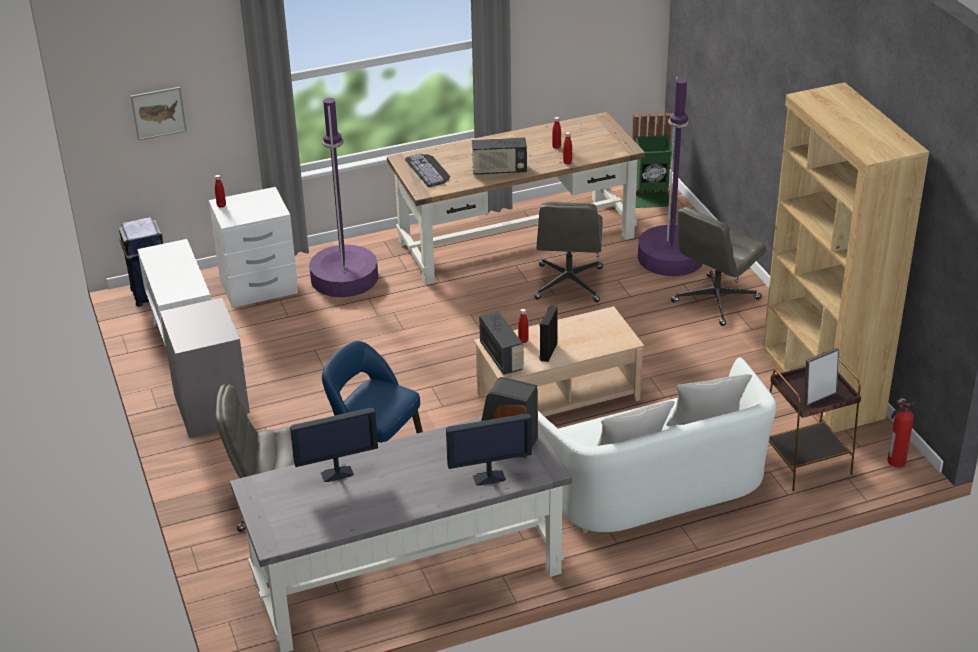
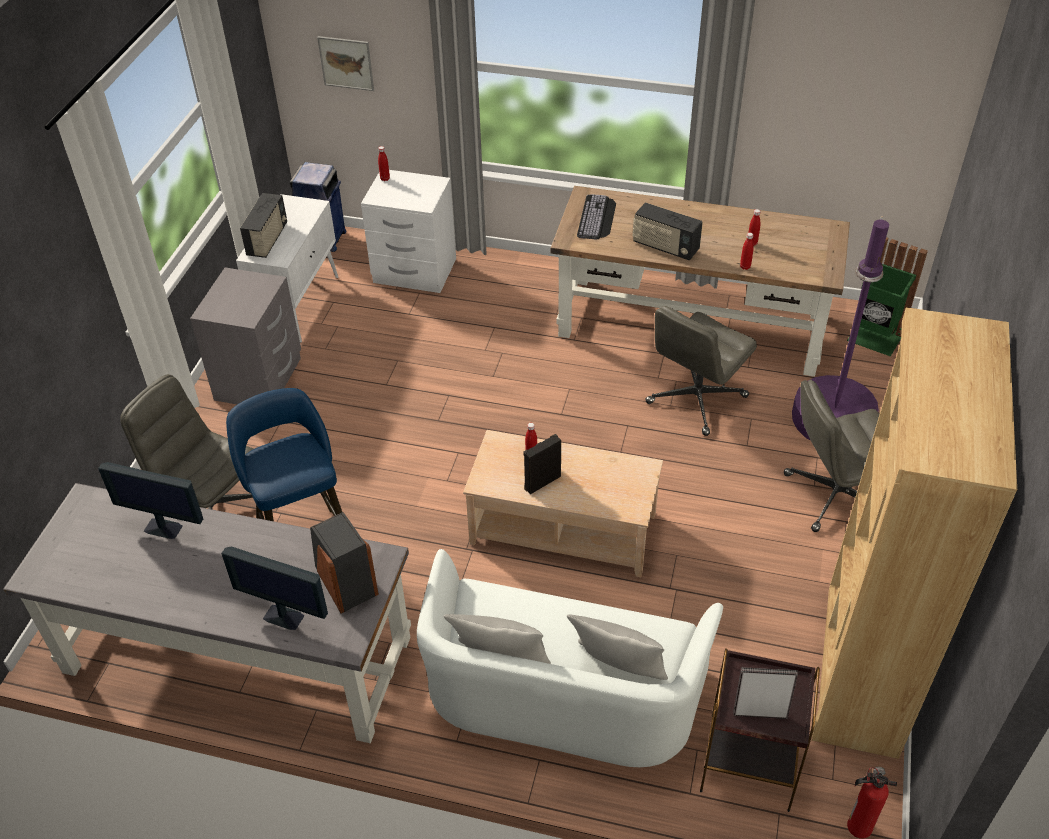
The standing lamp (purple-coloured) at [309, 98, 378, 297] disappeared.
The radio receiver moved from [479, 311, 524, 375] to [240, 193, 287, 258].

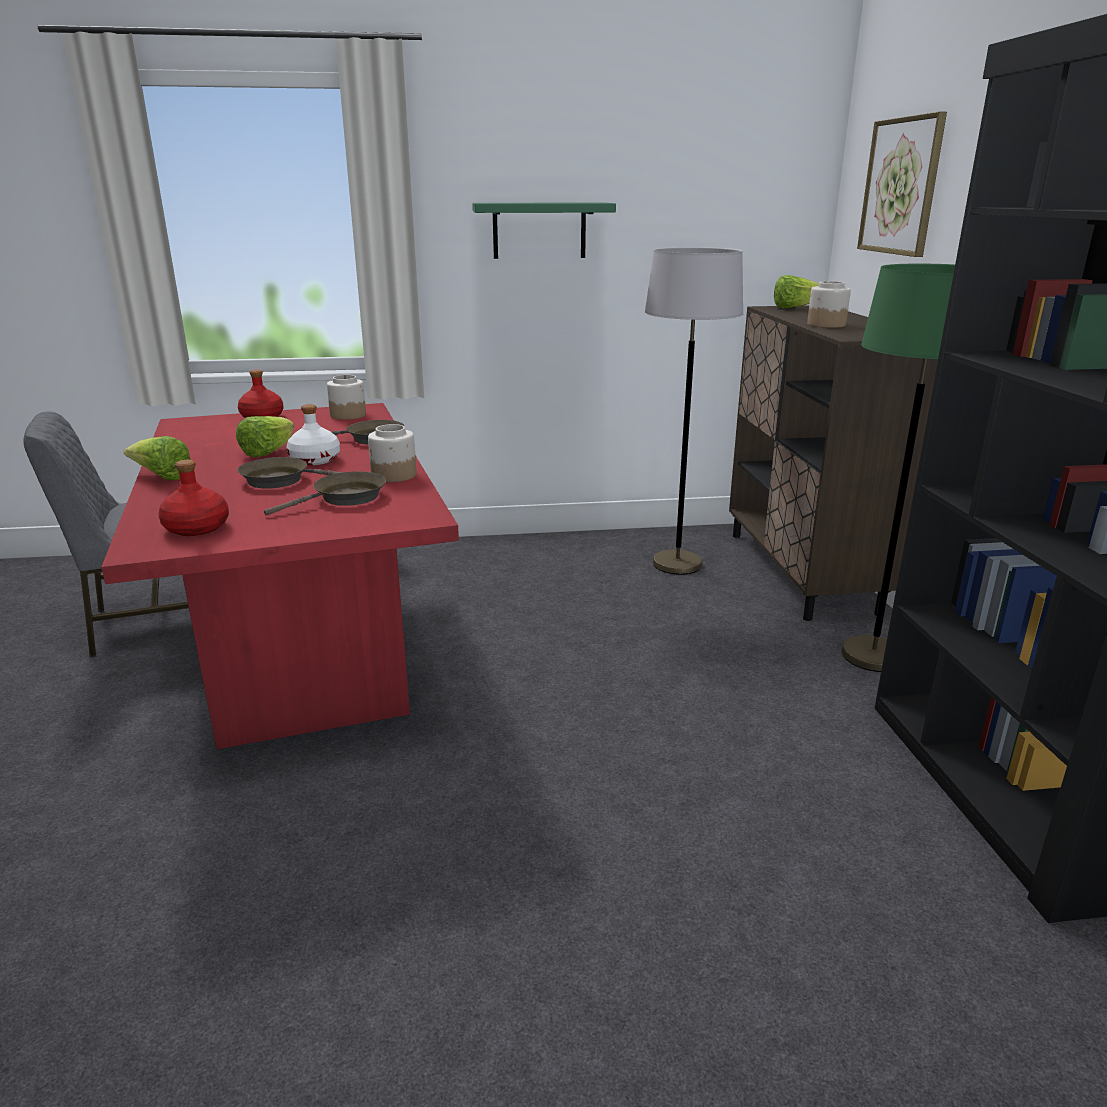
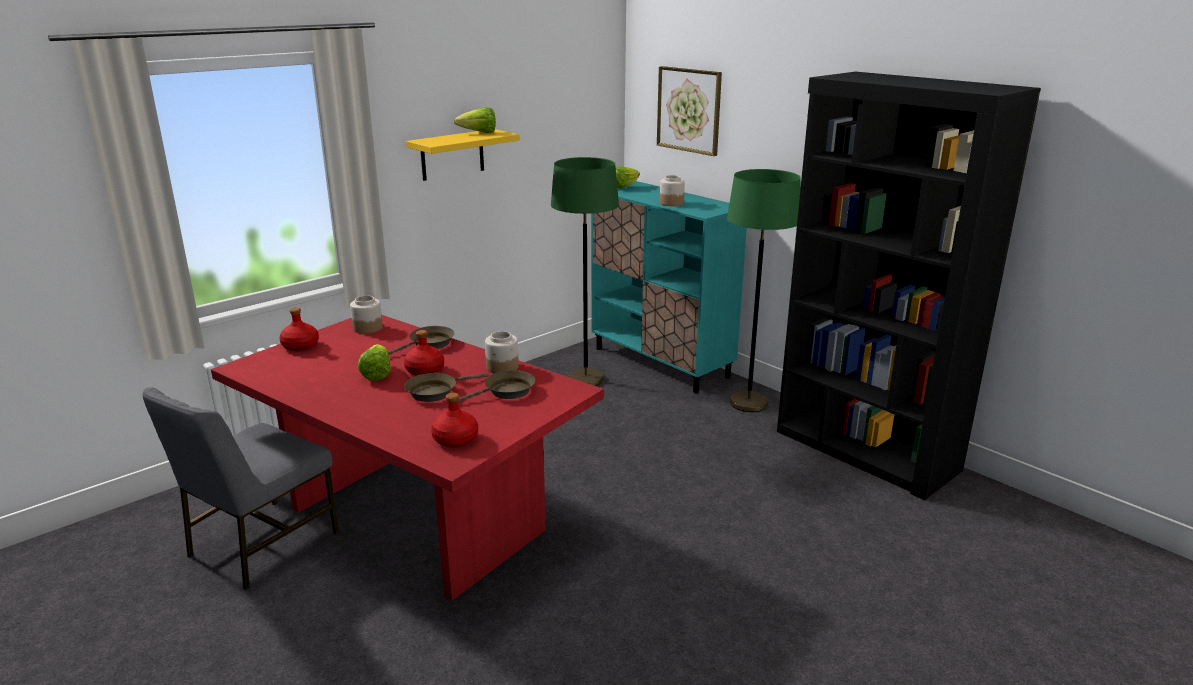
The shelf (greenish) at [472, 202, 616, 259] became the shelf (yellowish) at [406, 129, 520, 181].
The standing lamp (grey) at [645, 247, 743, 575] became the standing lamp (greenish) at [551, 157, 619, 386].
The storage cabinet (brown) at [729, 305, 938, 621] became the storage cabinet (blue-green) at [591, 181, 747, 393].
The drink bottle (white-coloured) at [286, 404, 340, 465] became the drink bottle (red-coloured) at [404, 330, 444, 376].
The head of lettuce moved from [124, 436, 191, 480] to [454, 107, 496, 133].
The frying pan (brown) at [264, 471, 386, 515] turned 45 degrees clockwise.

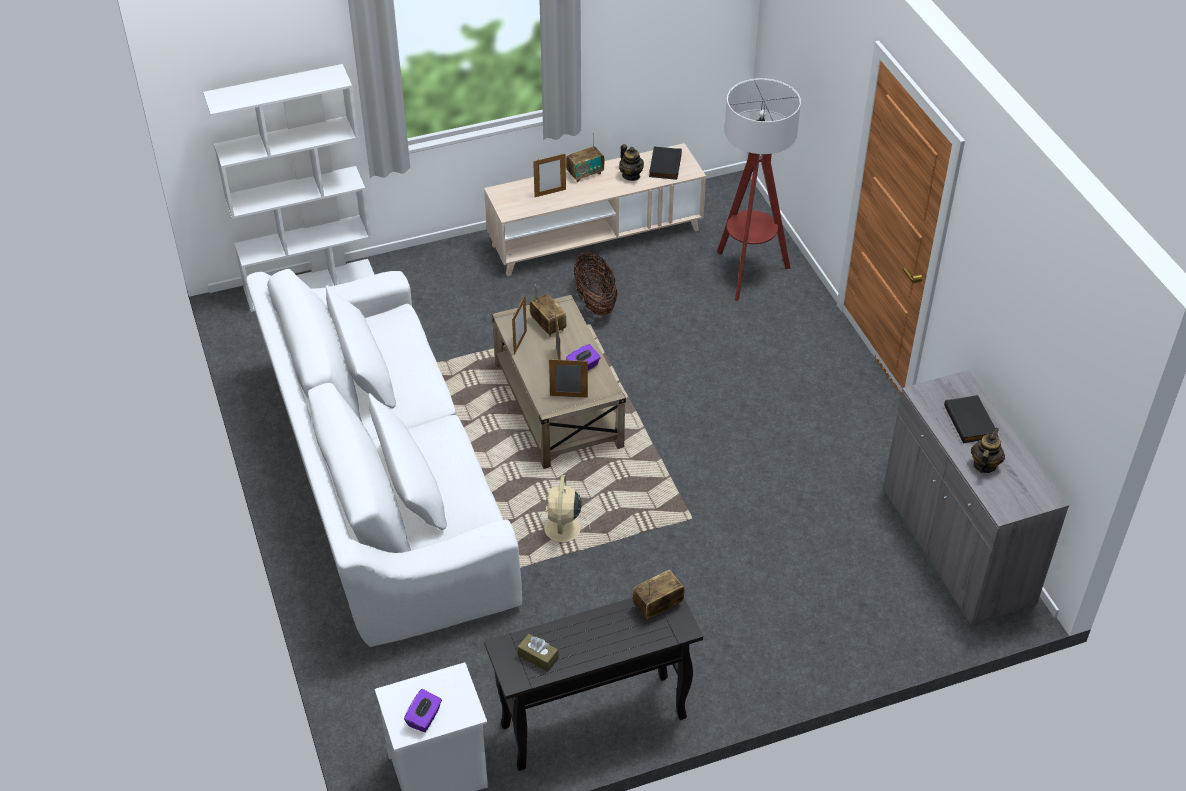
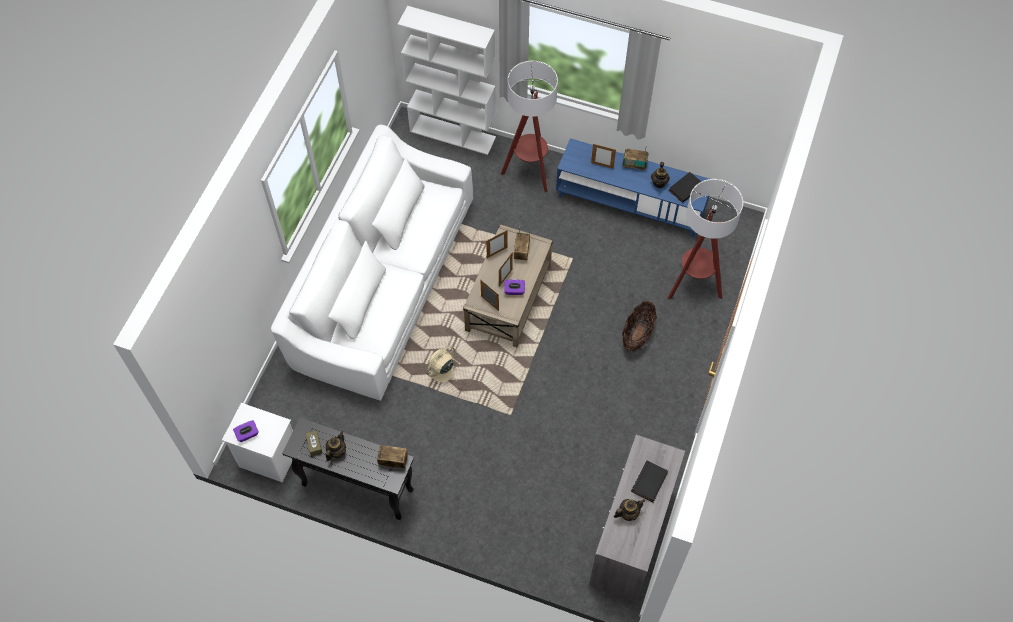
The media console (beige) at [484, 143, 706, 276] became the media console (bluish) at [556, 138, 709, 237].
The household basket moved from [574, 252, 618, 316] to [622, 301, 656, 351].
The standing lamp at [501, 61, 558, 192] appeared.
The teapot at [325, 431, 346, 462] appeared.

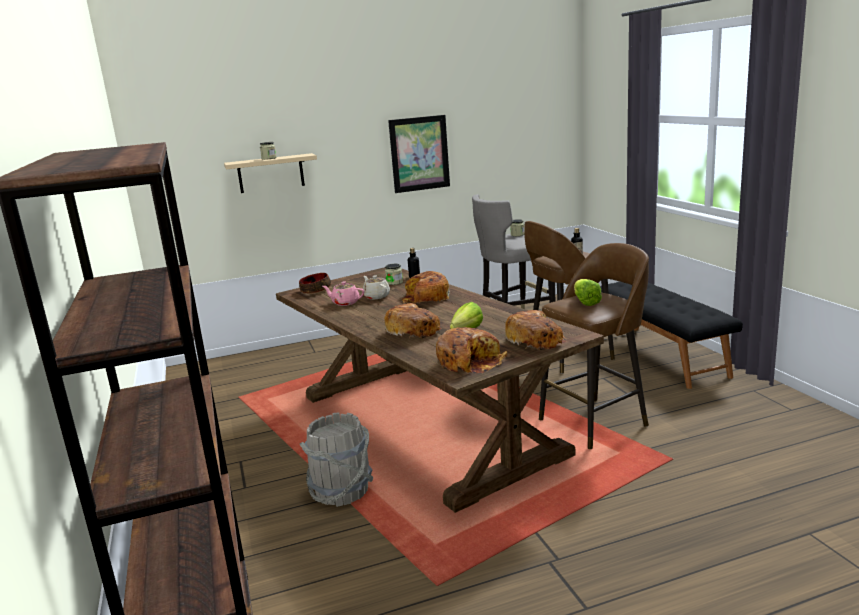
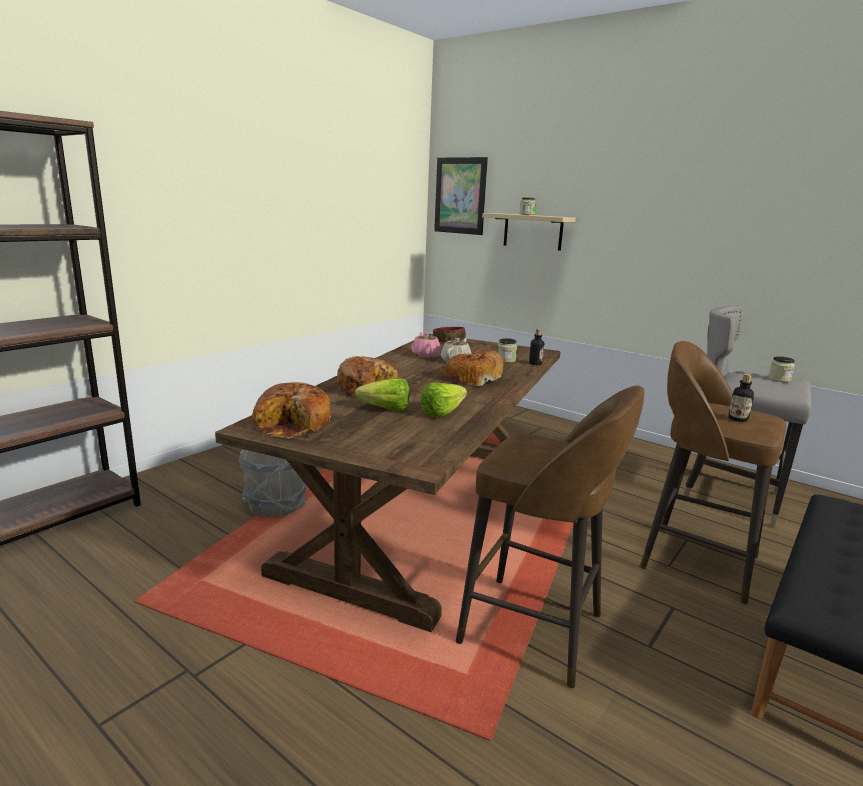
The wall picture moved from [388, 115, 450, 193] to [434, 157, 488, 235].
The head of lettuce moved from [574, 279, 602, 306] to [420, 383, 467, 417].
The bread at [505, 310, 566, 350] disappeared.

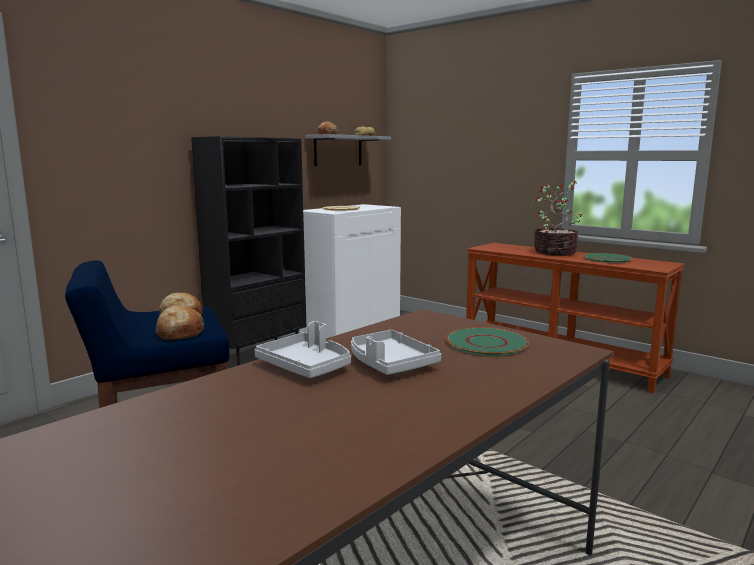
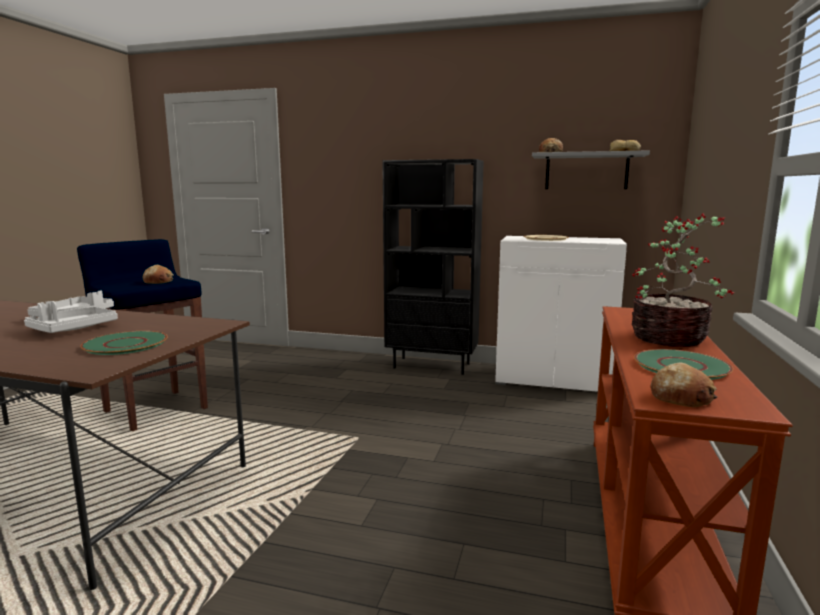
The bread moved from [156, 305, 205, 340] to [651, 363, 717, 407].

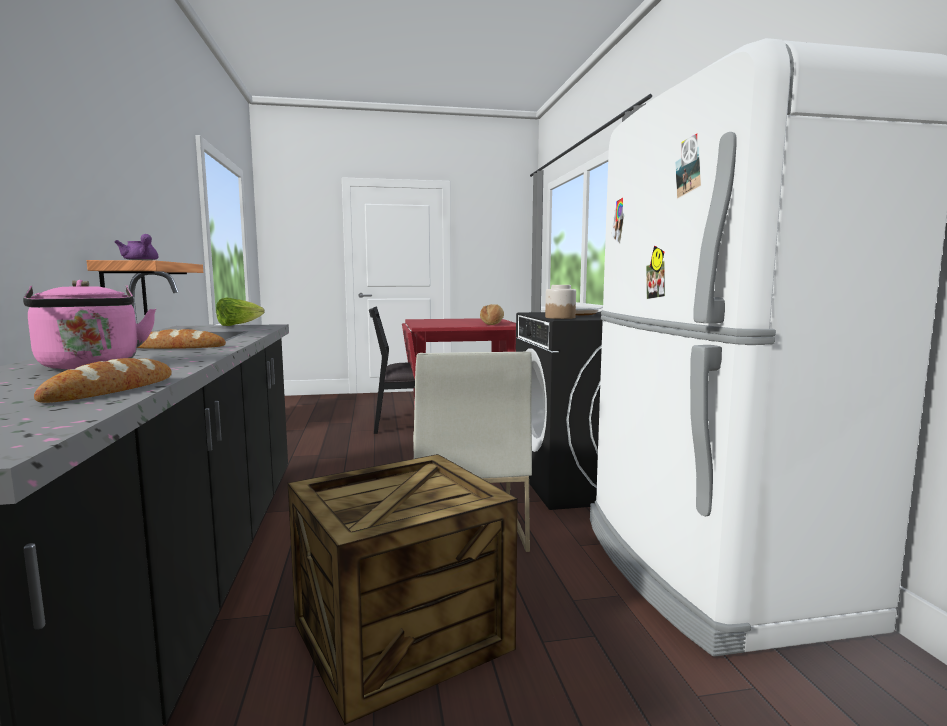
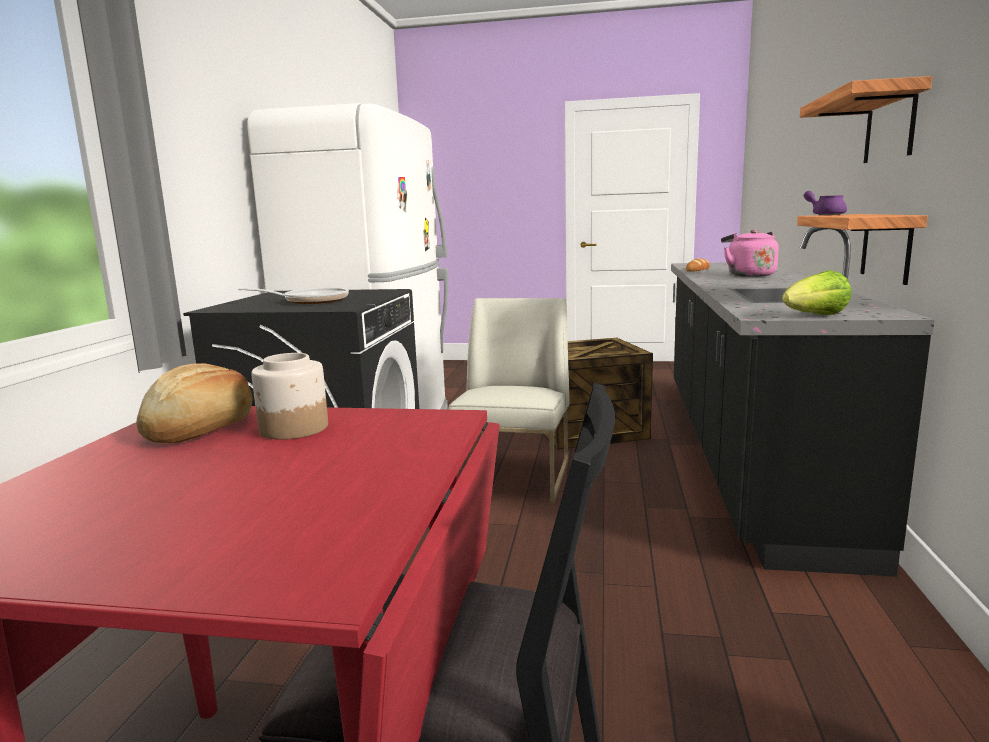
The preserve jar moved from [545, 285, 576, 319] to [251, 353, 328, 440].
The bread at [137, 329, 226, 349] disappeared.
The shelf at [800, 76, 932, 163] appeared.

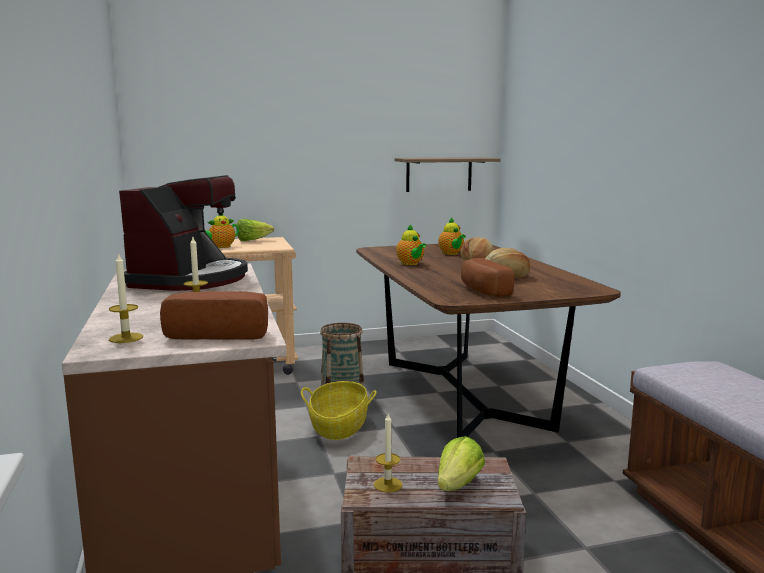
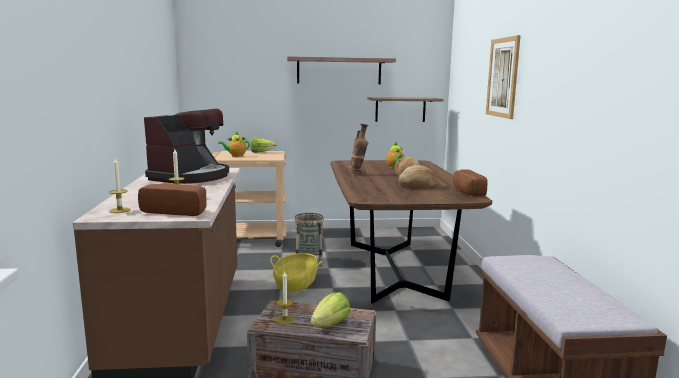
The teapot at [396, 224, 426, 265] was replaced by the flower vase at [350, 124, 369, 174].
The bread moved from [461, 258, 514, 297] to [453, 169, 487, 196].
The wall picture at [486, 35, 521, 119] appeared.
The shelf at [287, 56, 396, 85] appeared.

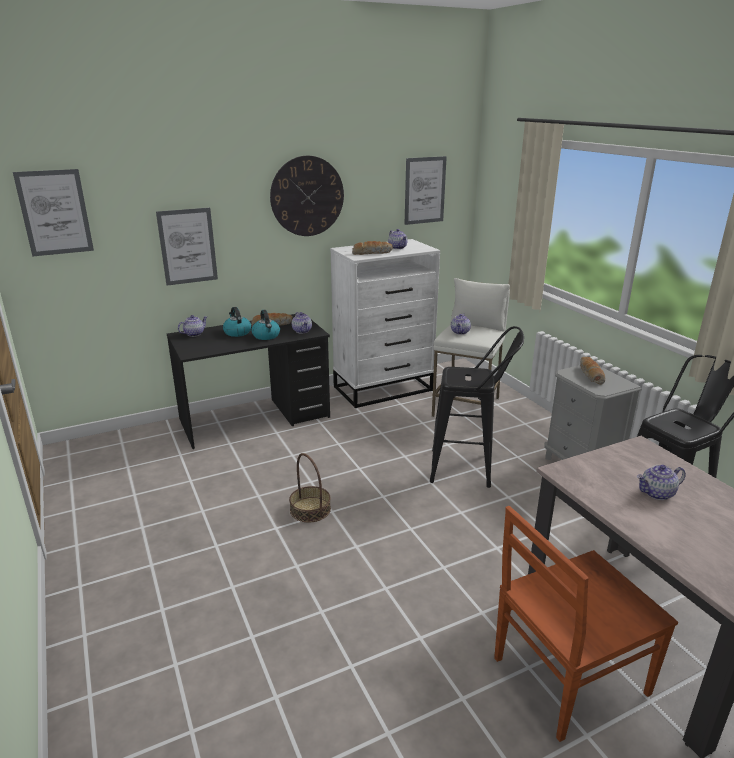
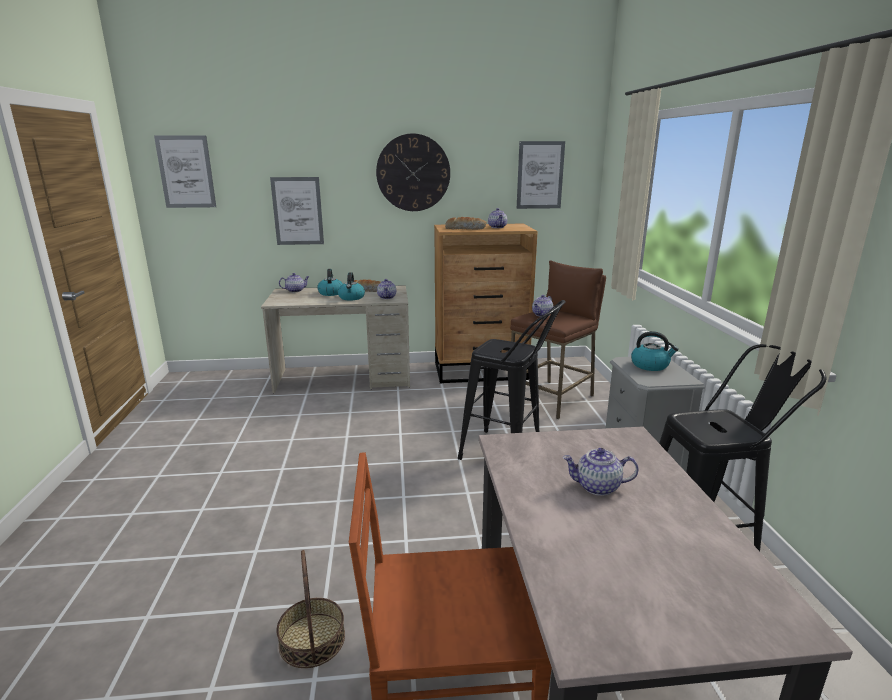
The dresser (white-coloured) at [330, 239, 440, 408] became the dresser (brown) at [434, 224, 537, 384].
The stool seat (white-coloured) at [432, 278, 510, 417] became the stool seat (brown) at [510, 260, 606, 419].
The desk table (black-coloured) at [167, 313, 330, 449] became the desk table (beige) at [261, 285, 410, 393].
The bread at [580, 357, 605, 385] was replaced by the tea kettle at [631, 331, 679, 371].
The household basket moved from [289, 453, 331, 523] to [276, 550, 345, 668].

